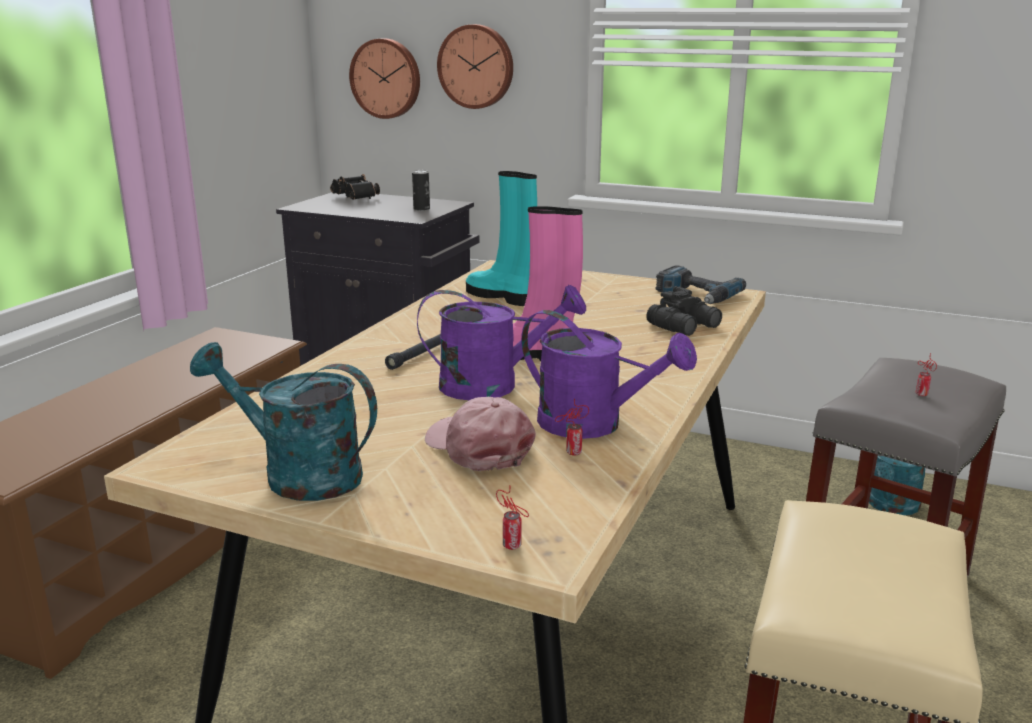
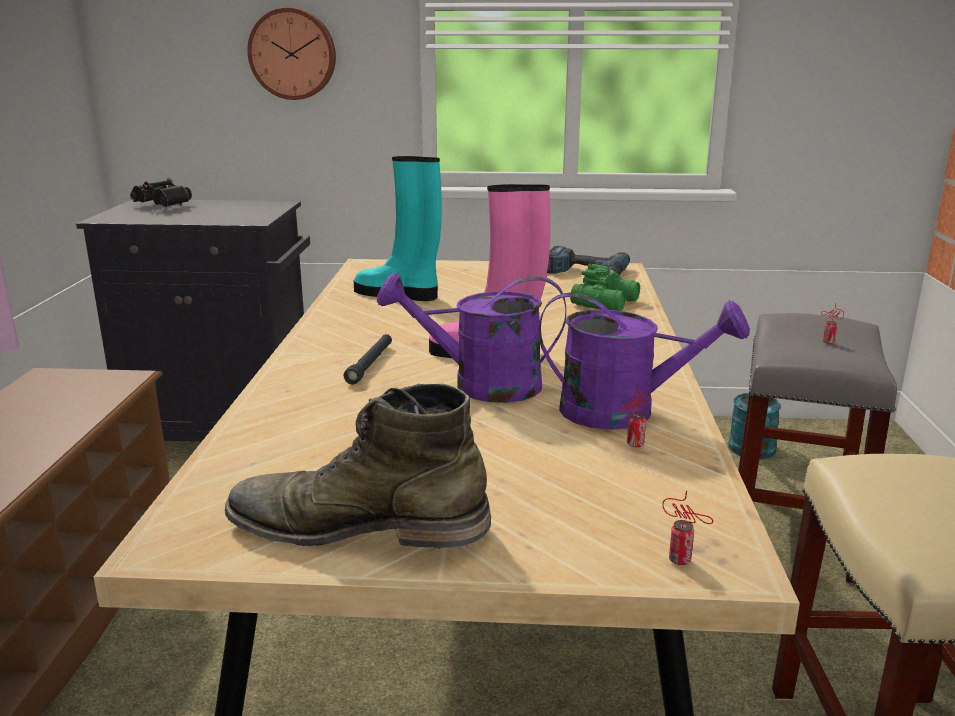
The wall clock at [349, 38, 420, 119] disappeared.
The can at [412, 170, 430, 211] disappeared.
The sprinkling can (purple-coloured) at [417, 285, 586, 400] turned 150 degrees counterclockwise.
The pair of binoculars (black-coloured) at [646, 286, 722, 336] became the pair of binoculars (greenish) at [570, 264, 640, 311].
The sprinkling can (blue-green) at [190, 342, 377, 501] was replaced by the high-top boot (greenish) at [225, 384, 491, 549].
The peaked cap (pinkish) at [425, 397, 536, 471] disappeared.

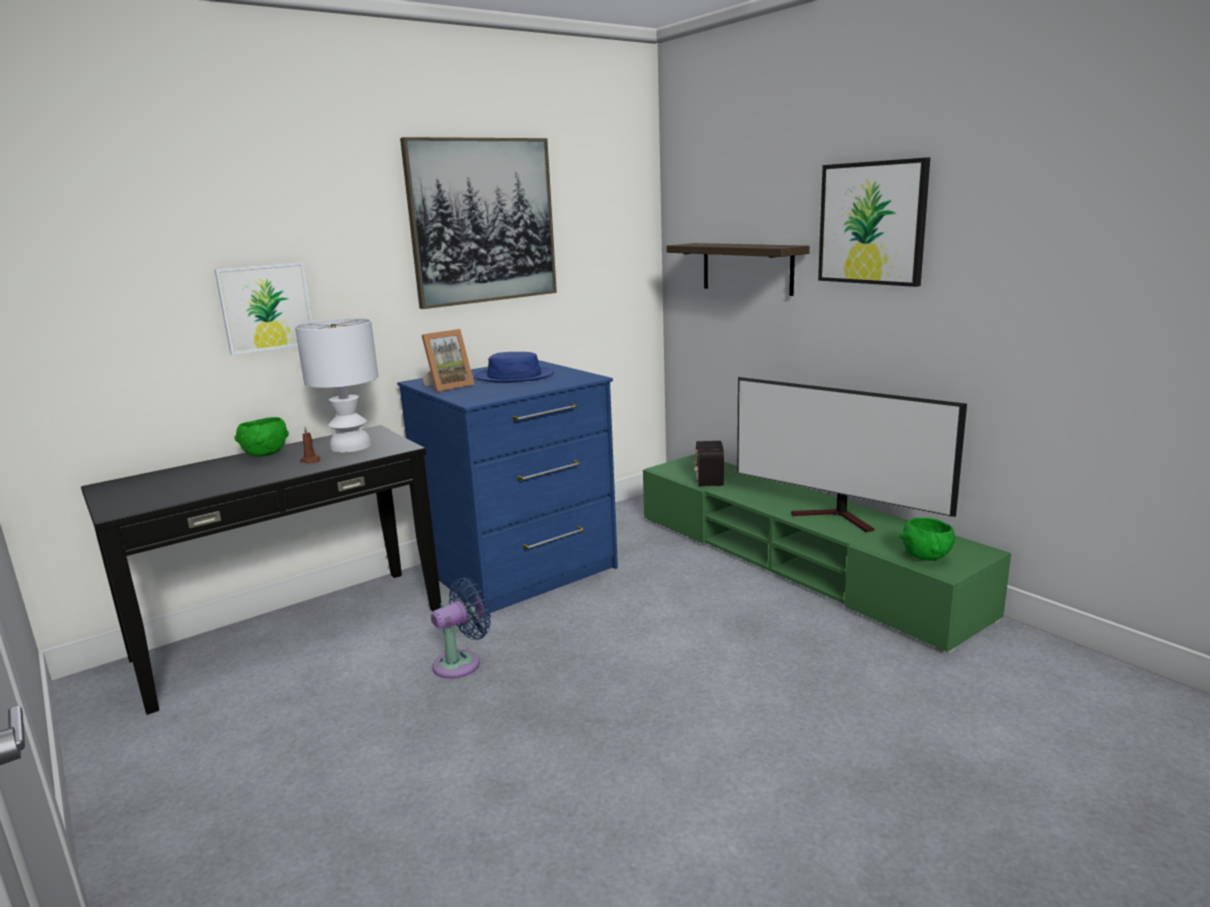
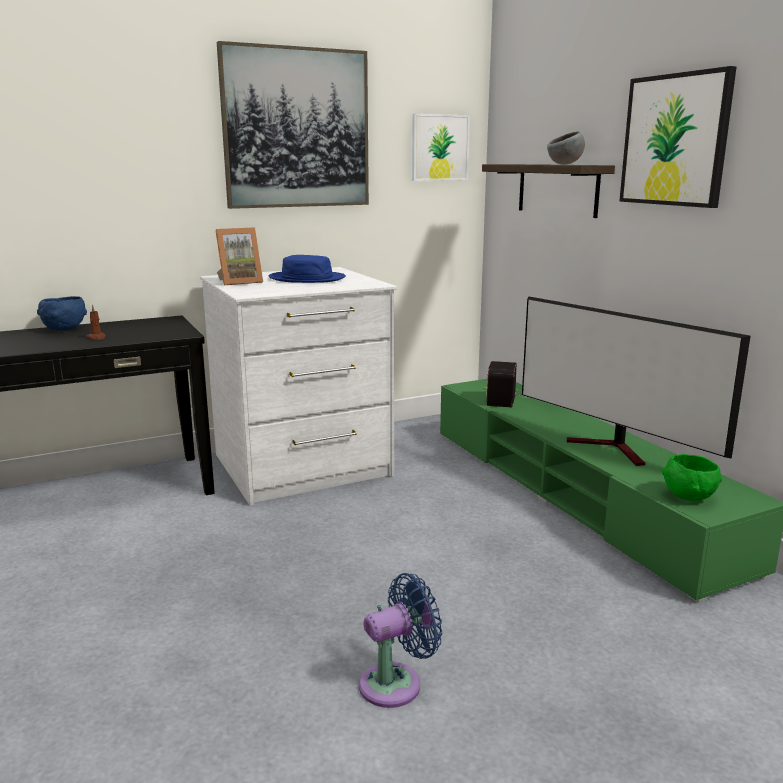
The wall picture moved from [214, 262, 312, 355] to [412, 114, 470, 181].
The lamp for a table (white-coloured) at [295, 318, 378, 453] disappeared.
The dresser (bluish) at [397, 360, 618, 617] became the dresser (white-coloured) at [200, 267, 397, 506].
The serving bowl (greenish) at [234, 417, 289, 457] became the serving bowl (bluish) at [37, 296, 87, 331].
The fan (bluish) moved from [431, 578, 491, 679] to [359, 573, 442, 708].
The serving bowl (grey) at [547, 131, 585, 165] appeared.

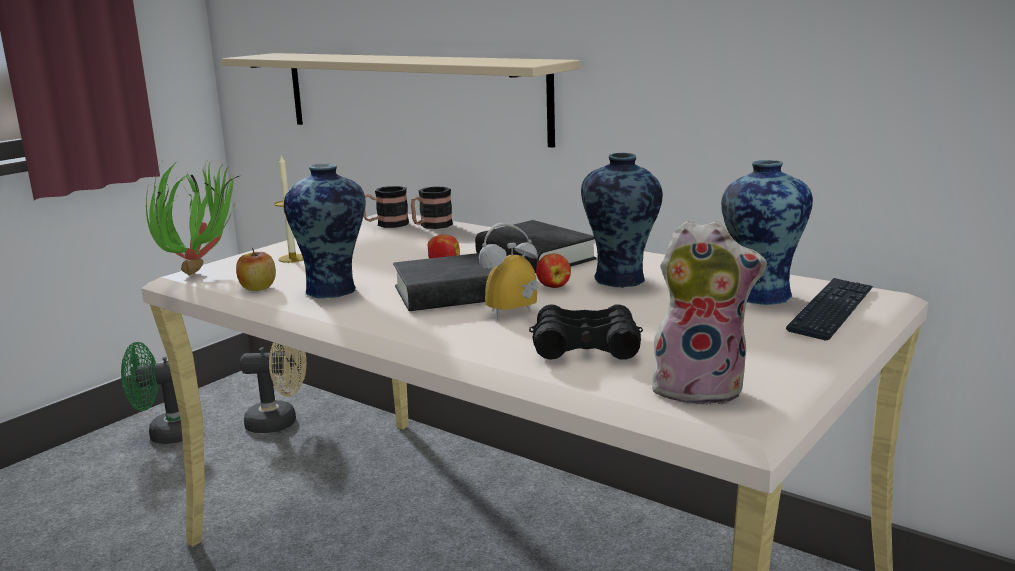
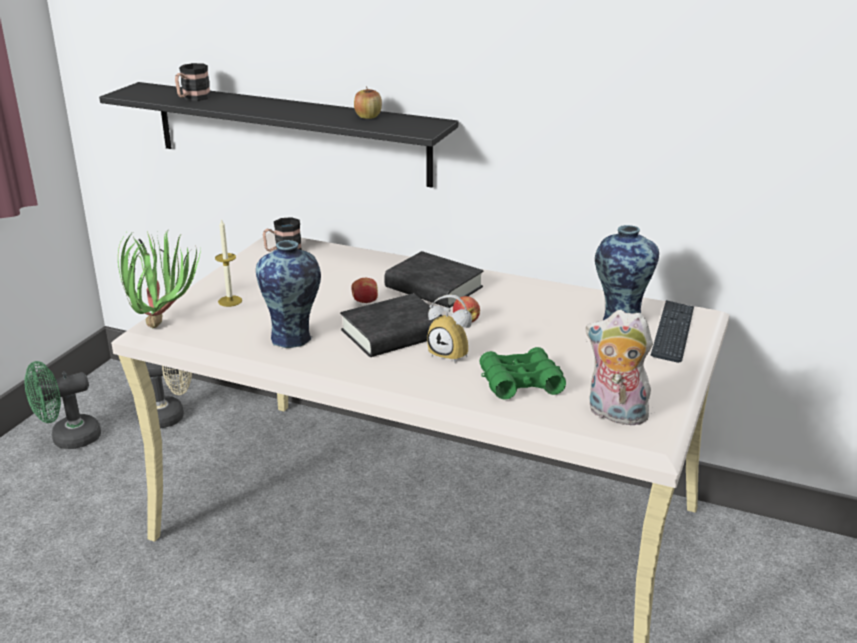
The shelf (beige) at [222, 53, 581, 148] became the shelf (black-coloured) at [99, 82, 458, 187].
The flower vase at [581, 153, 663, 288] disappeared.
The coffee mug moved from [411, 186, 453, 229] to [175, 63, 211, 101].
The soft toy at [650, 220, 767, 405] turned 150 degrees counterclockwise.
The bedside clock at [479, 223, 539, 319] turned 105 degrees counterclockwise.
The apple fruit moved from [236, 248, 276, 291] to [354, 86, 382, 119].
The pair of binoculars (black-coloured) at [529, 304, 643, 360] became the pair of binoculars (greenish) at [479, 347, 566, 400].

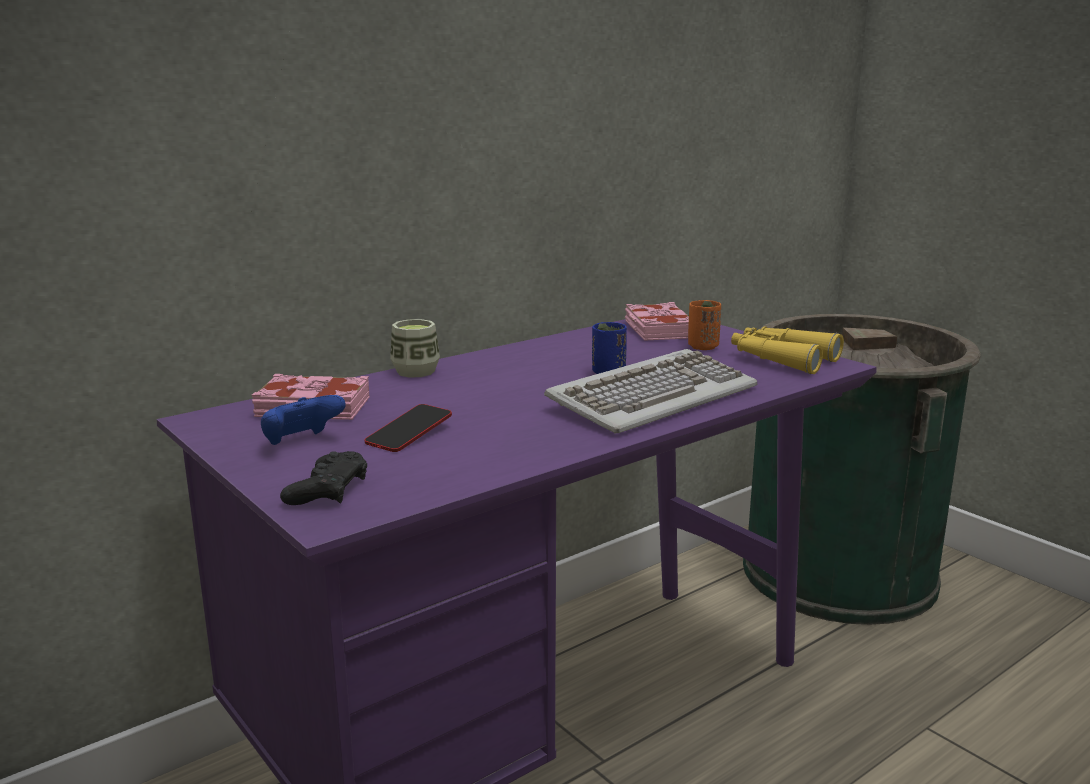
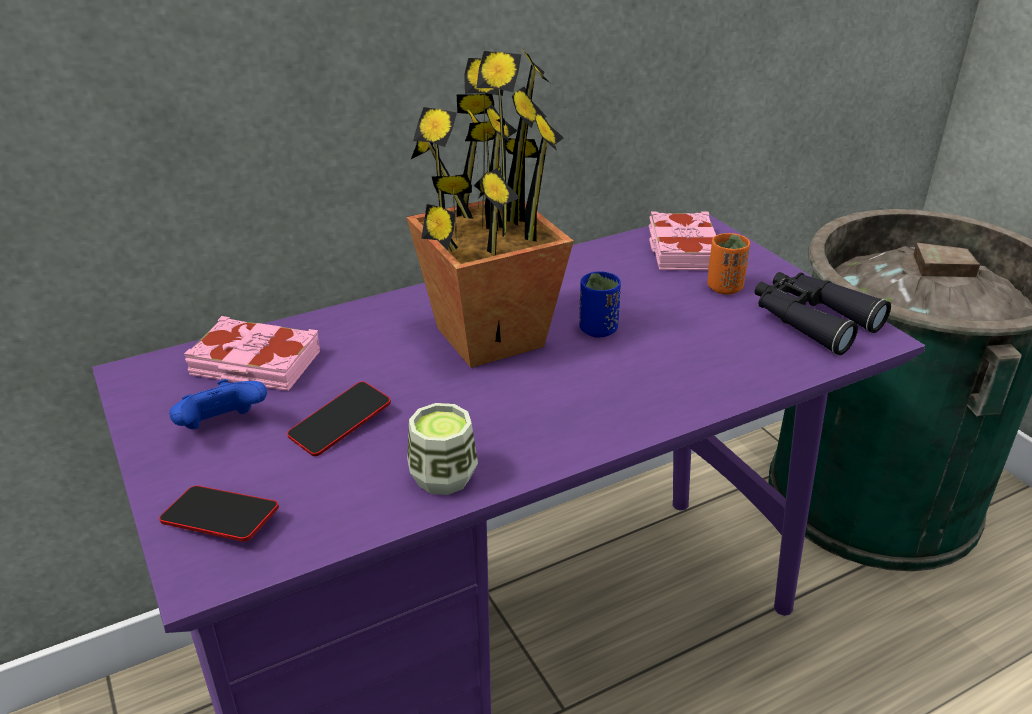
The cup moved from [390, 319, 440, 378] to [407, 403, 478, 495].
The pair of binoculars (yellowish) at [731, 326, 844, 374] became the pair of binoculars (black-coloured) at [755, 272, 891, 355].
The computer keyboard at [544, 349, 757, 434] disappeared.
The joypad (black-coloured) at [280, 451, 367, 505] was replaced by the handset at [159, 486, 279, 542].
The potted plant at [406, 47, 574, 368] appeared.

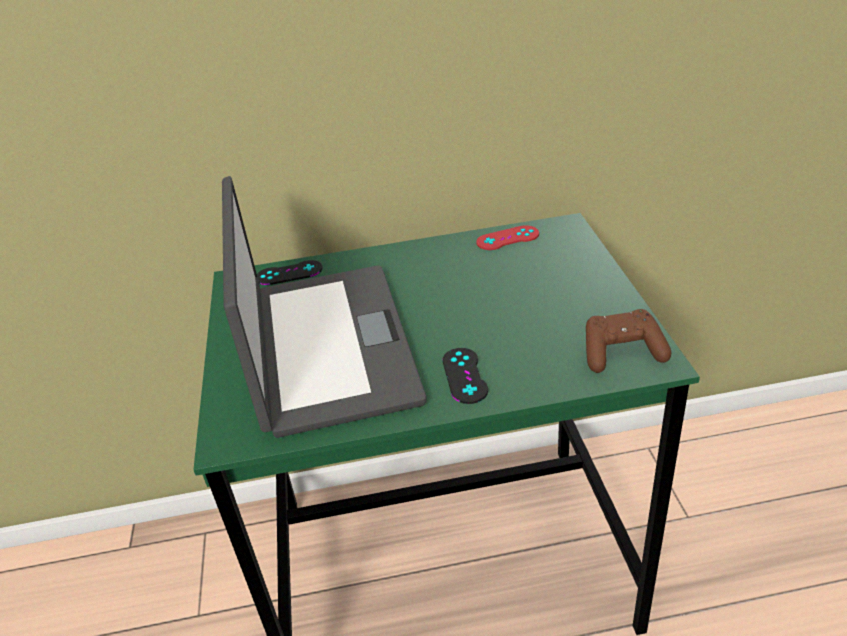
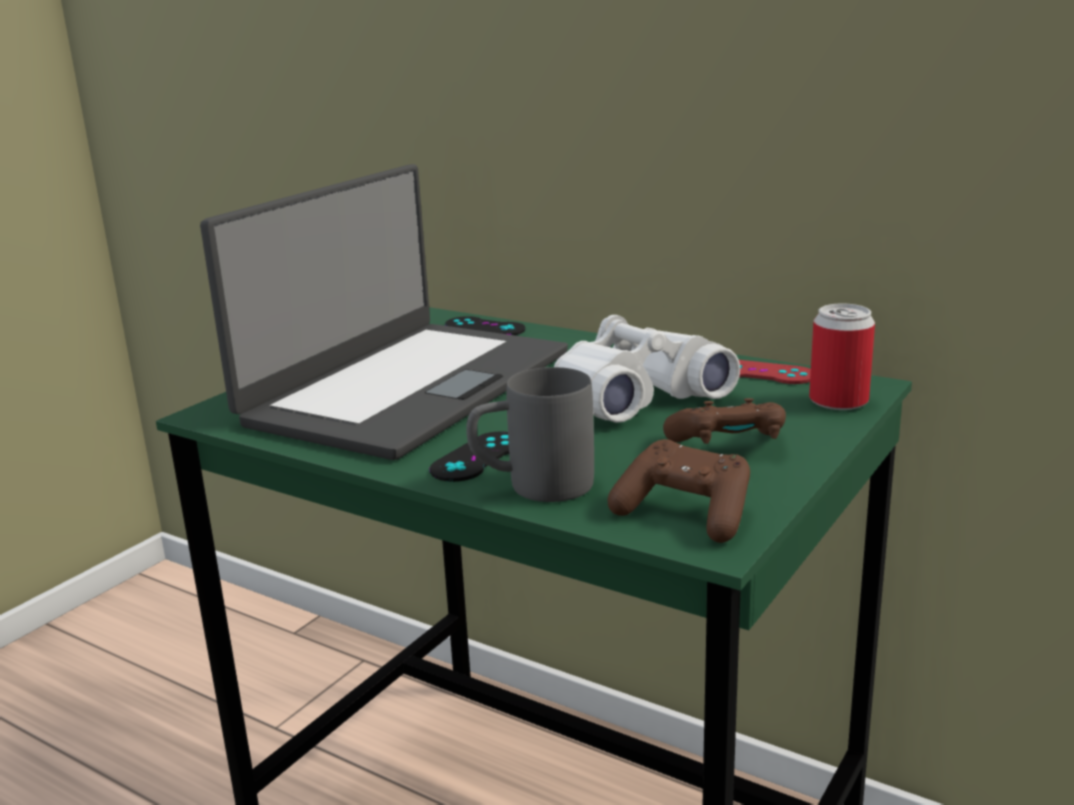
The can at [809, 303, 875, 410] appeared.
The pair of binoculars (white-coloured) at [554, 315, 740, 423] appeared.
The coffee mug (grey) at [466, 367, 594, 502] appeared.
The joypad (brown) at [663, 398, 786, 444] appeared.

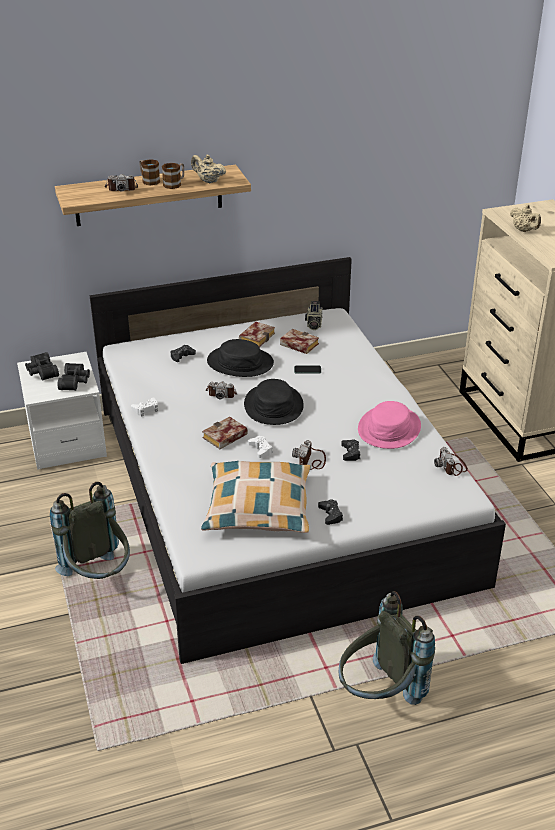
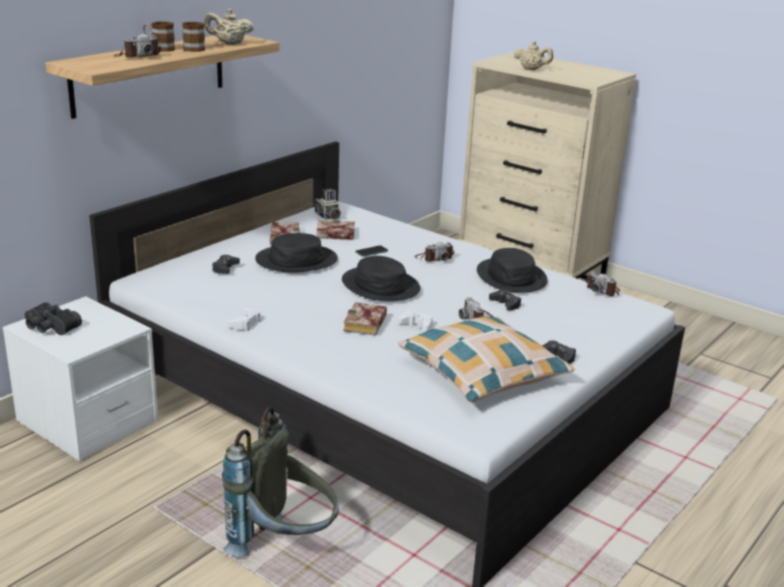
The pair of binoculars (black-coloured) at [58, 363, 90, 391] disappeared.
The still camera moved from [206, 382, 237, 400] to [415, 242, 454, 262].
The hat (pinkish) at [358, 401, 421, 449] became the hat (black-coloured) at [477, 248, 548, 293].
The knapsack (grey) at [339, 591, 435, 705] disappeared.

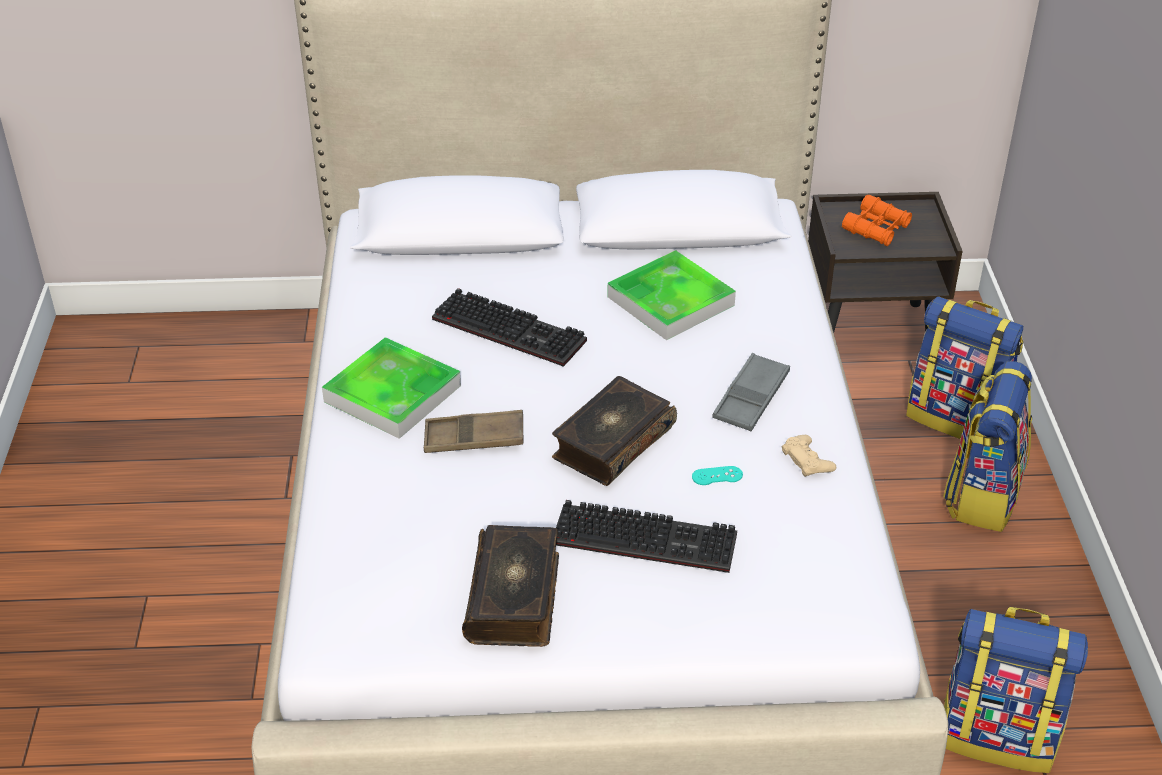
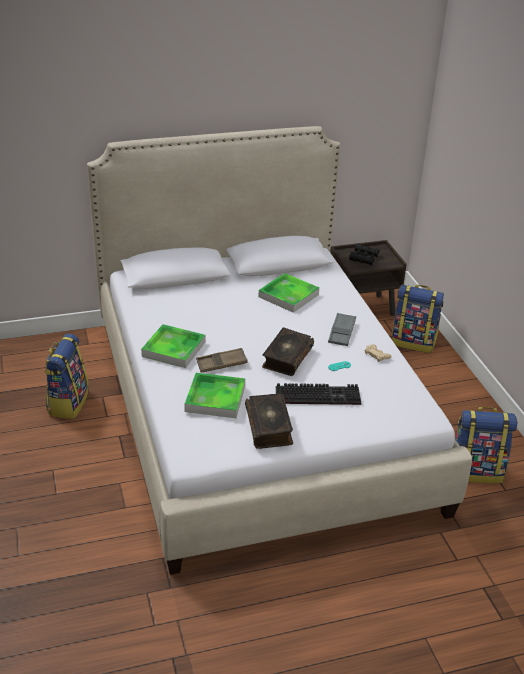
The pair of binoculars (orange) at [842, 195, 912, 246] became the pair of binoculars (black-coloured) at [349, 243, 379, 266].
The computer keyboard at [432, 288, 587, 367] disappeared.
The knapsack moved from [943, 361, 1032, 532] to [45, 334, 89, 419].
The serving tray at [184, 373, 245, 418] appeared.

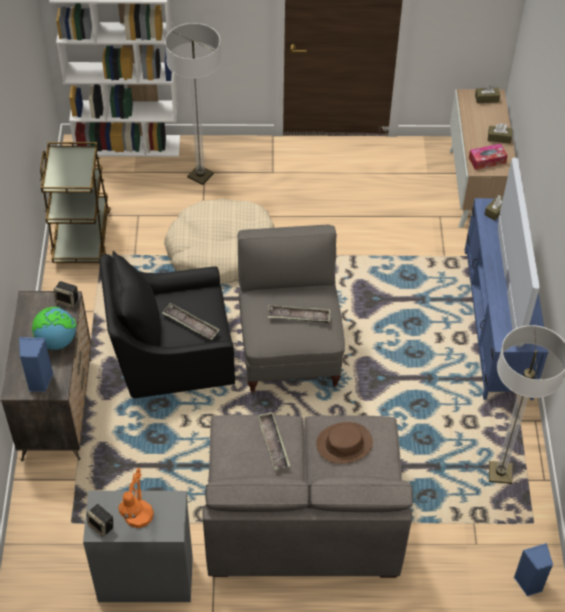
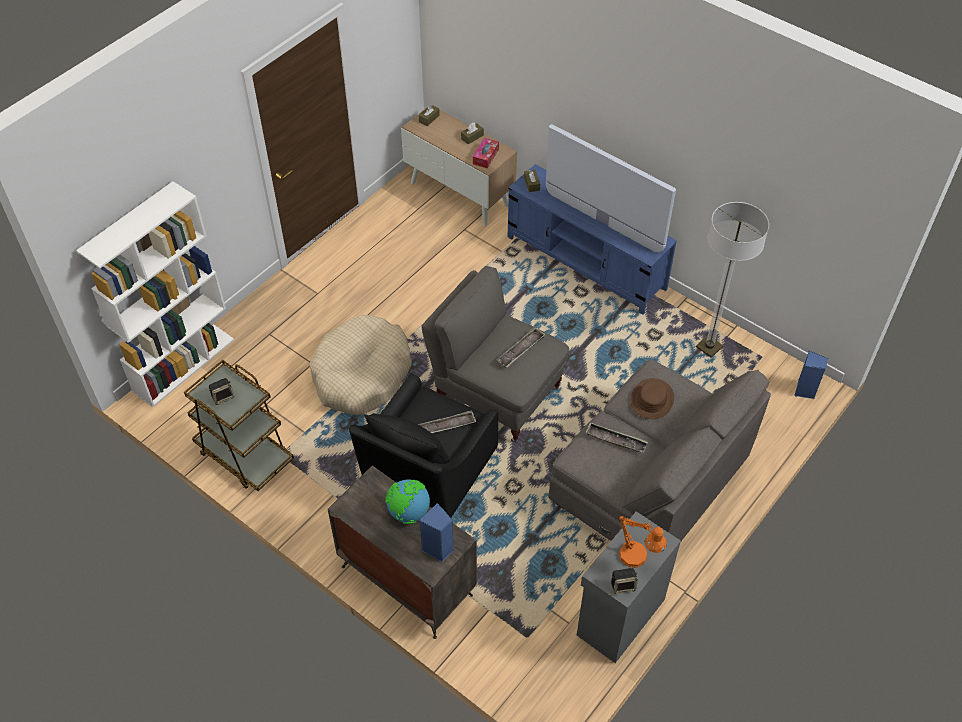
The standing lamp at [165, 23, 221, 185] disappeared.
The loudspeaker moved from [54, 281, 78, 308] to [209, 378, 234, 405].

